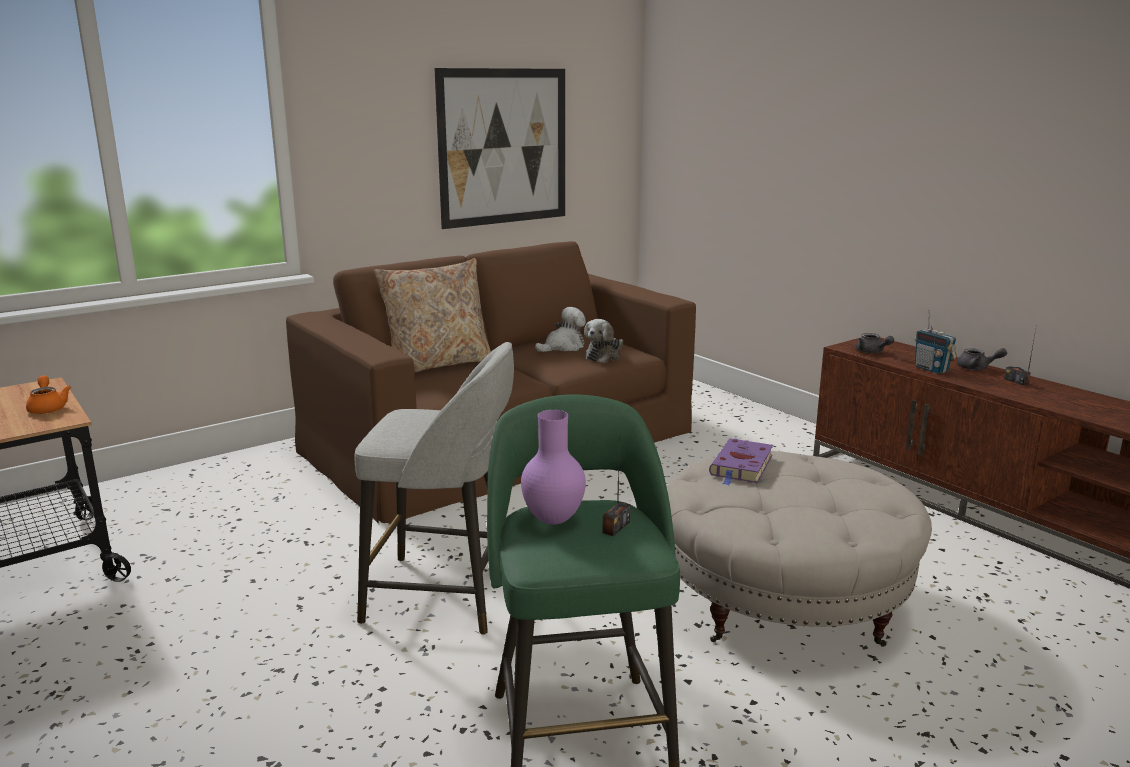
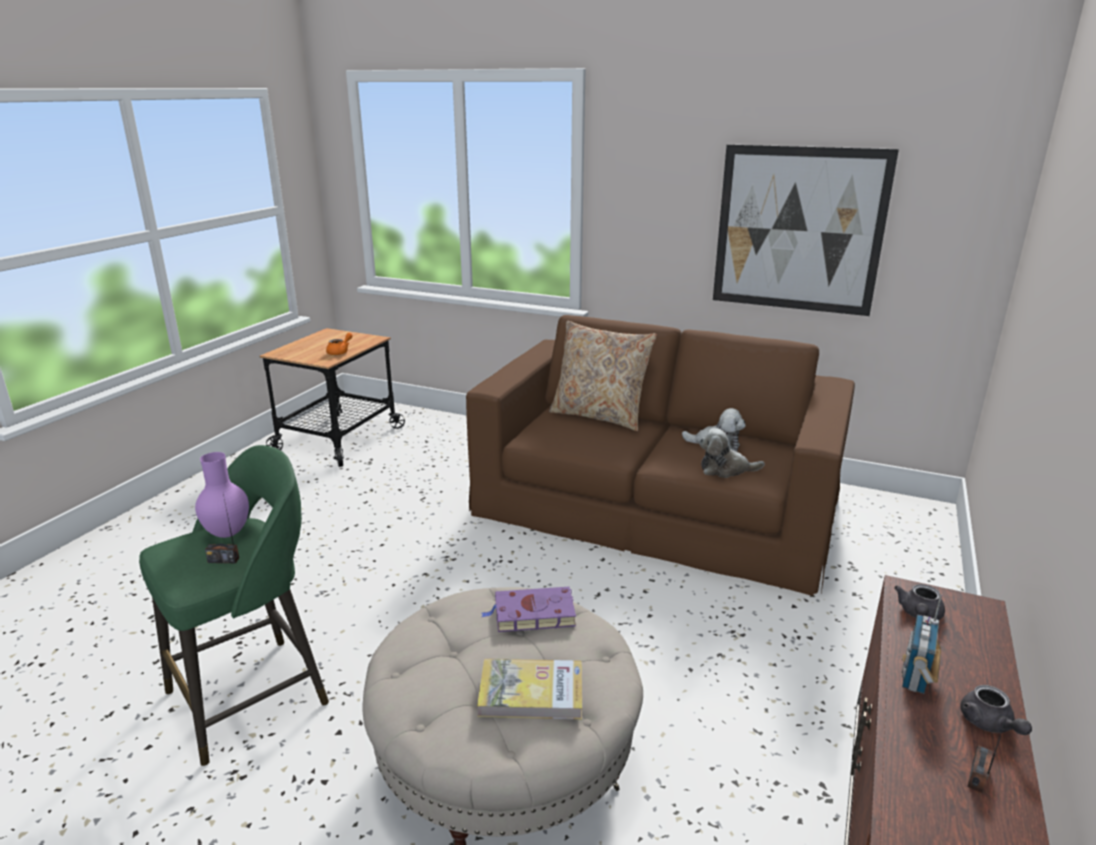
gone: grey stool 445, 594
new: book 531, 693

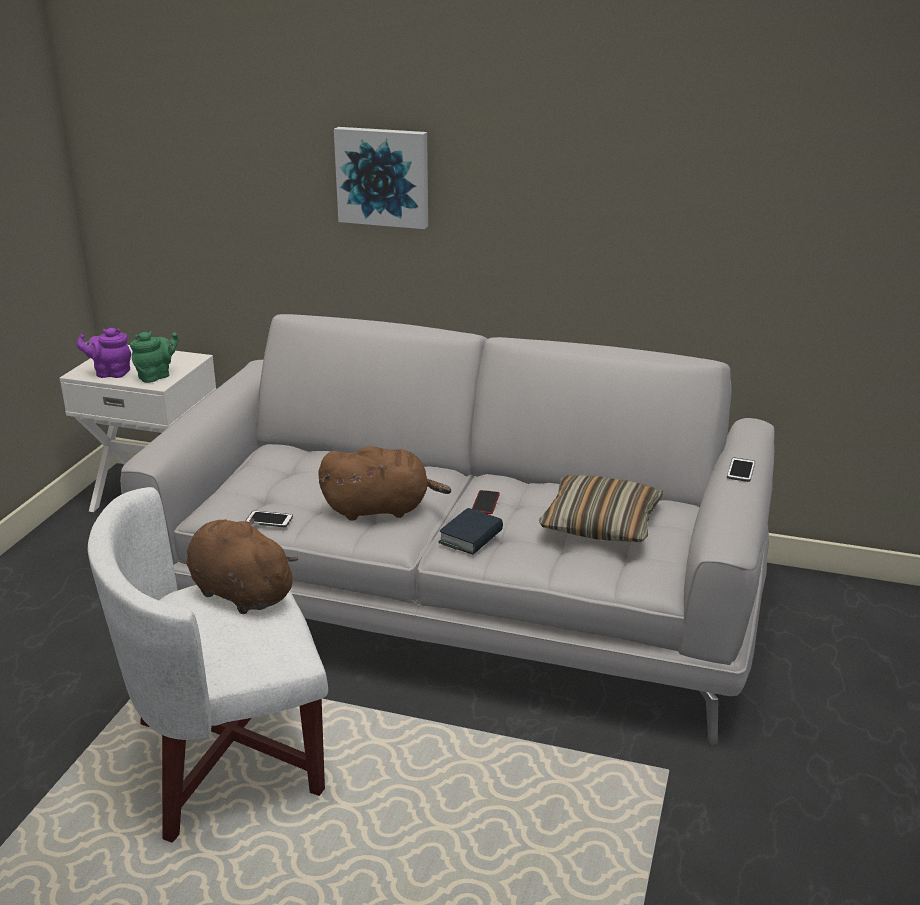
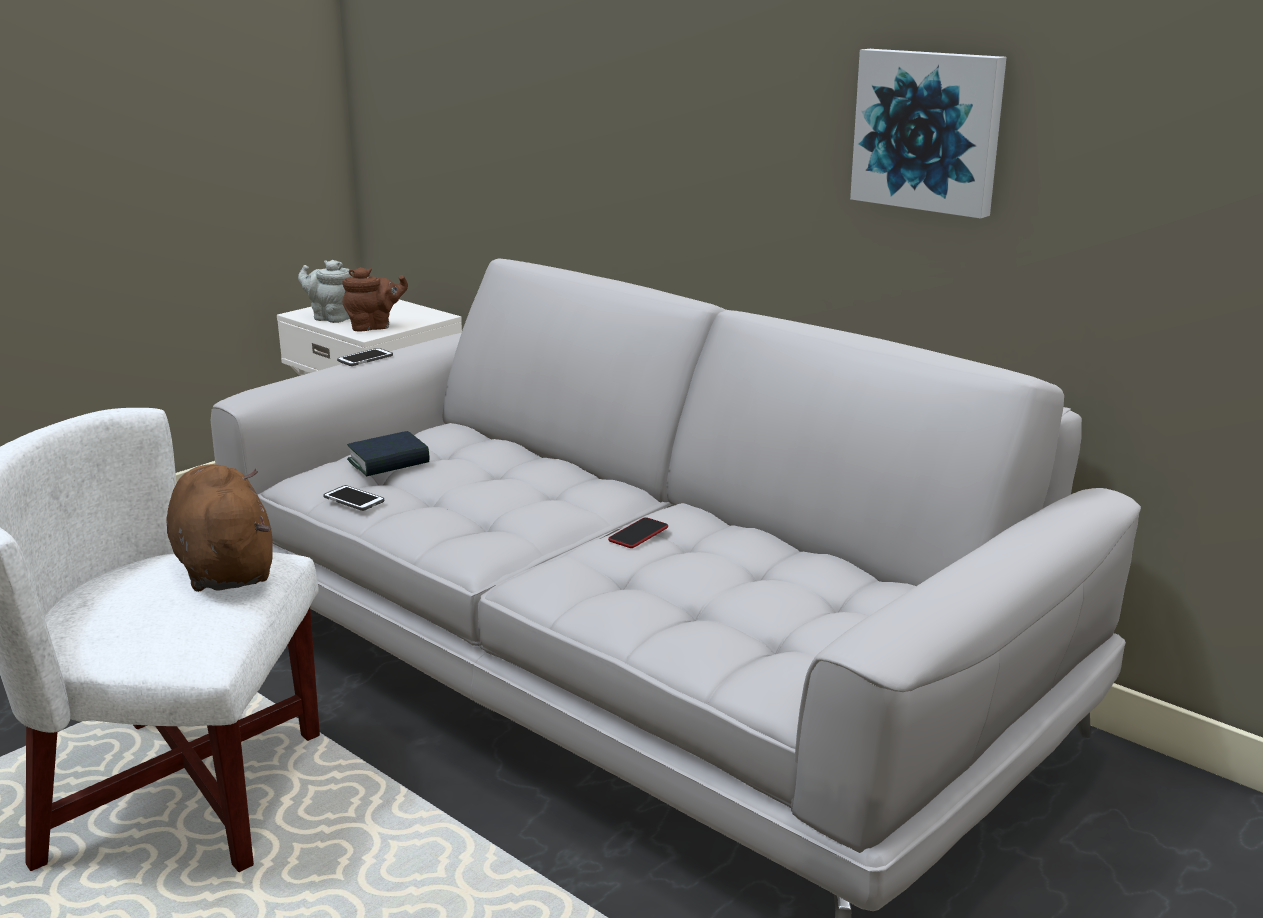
gone: brown plush toy 380, 509; pillow 600, 523
shifted: picture 383, 176 to 929, 131; phone 740, 470 to 365, 358; book 471, 537 to 388, 462
repainted: purple teapot 110, 373 to grey teapot 331, 318; green teapot 156, 376 to brown teapot 374, 327

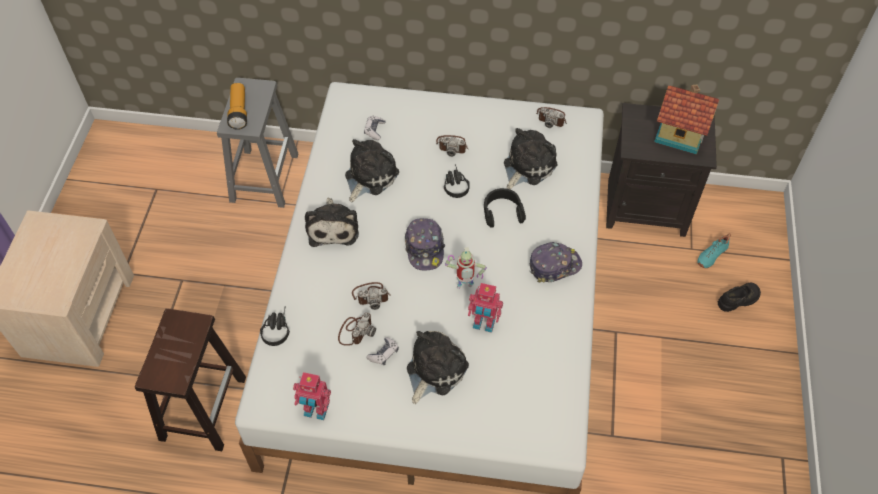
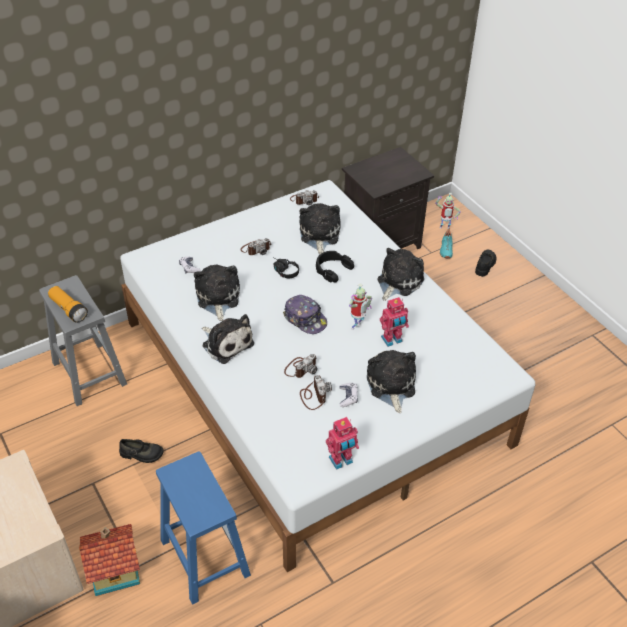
gone: black headphones 276, 328
new: toy robot 444, 228; black shoe 141, 454
shifted: toy house 680, 132 to 114, 569
swapped: cap 554, 265 to plush toy 398, 281
repainted: brown stool 203, 406 to blue stool 204, 556

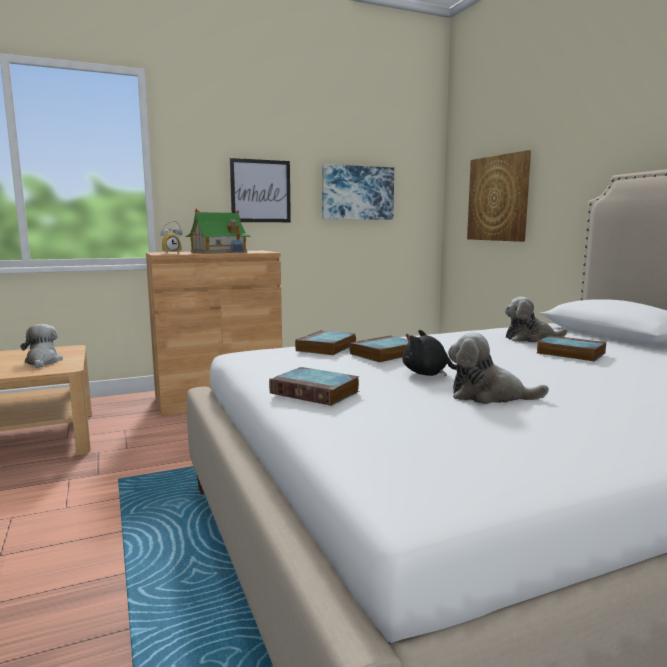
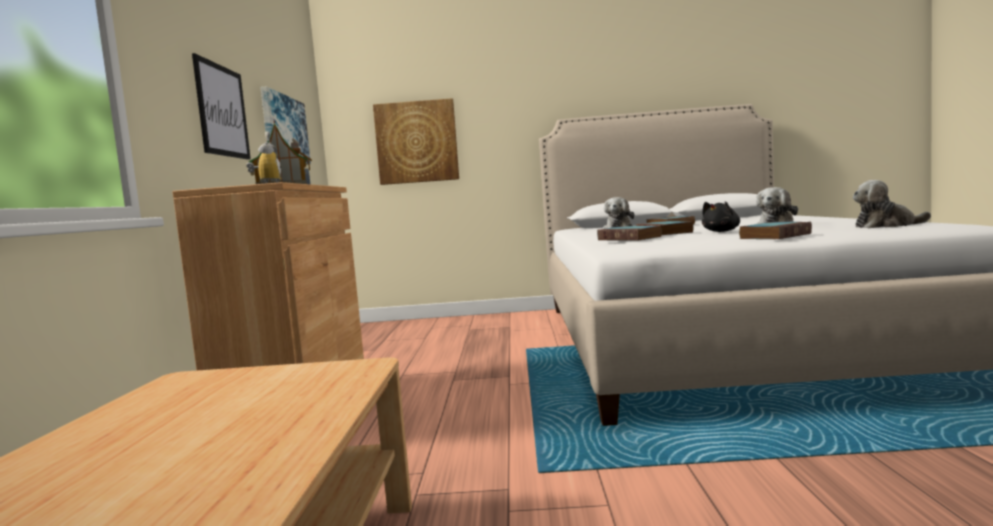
shifted: plush toy 42, 362 to 886, 226

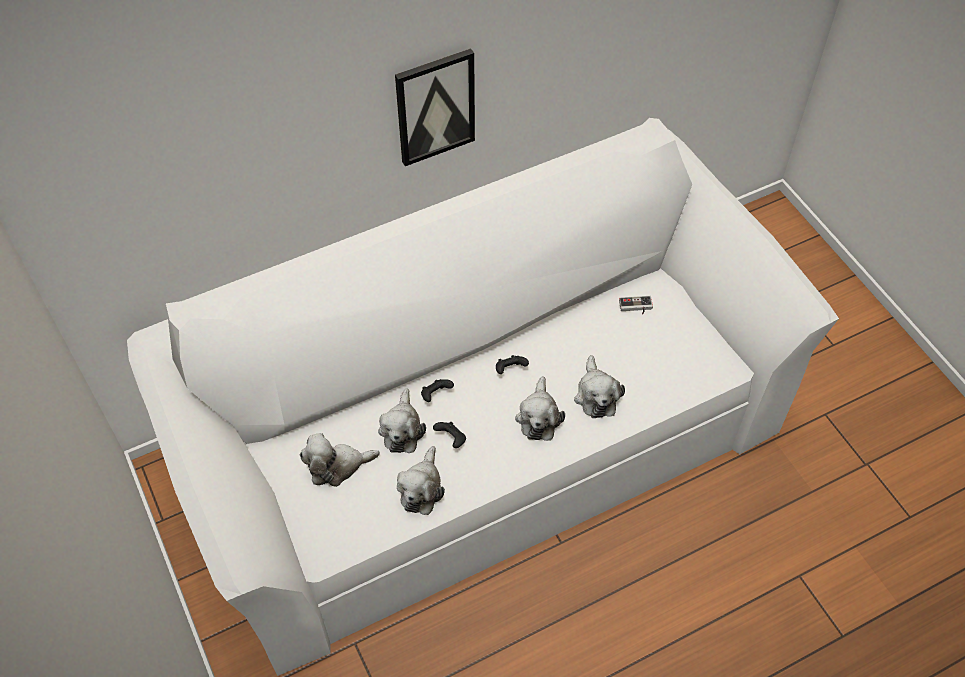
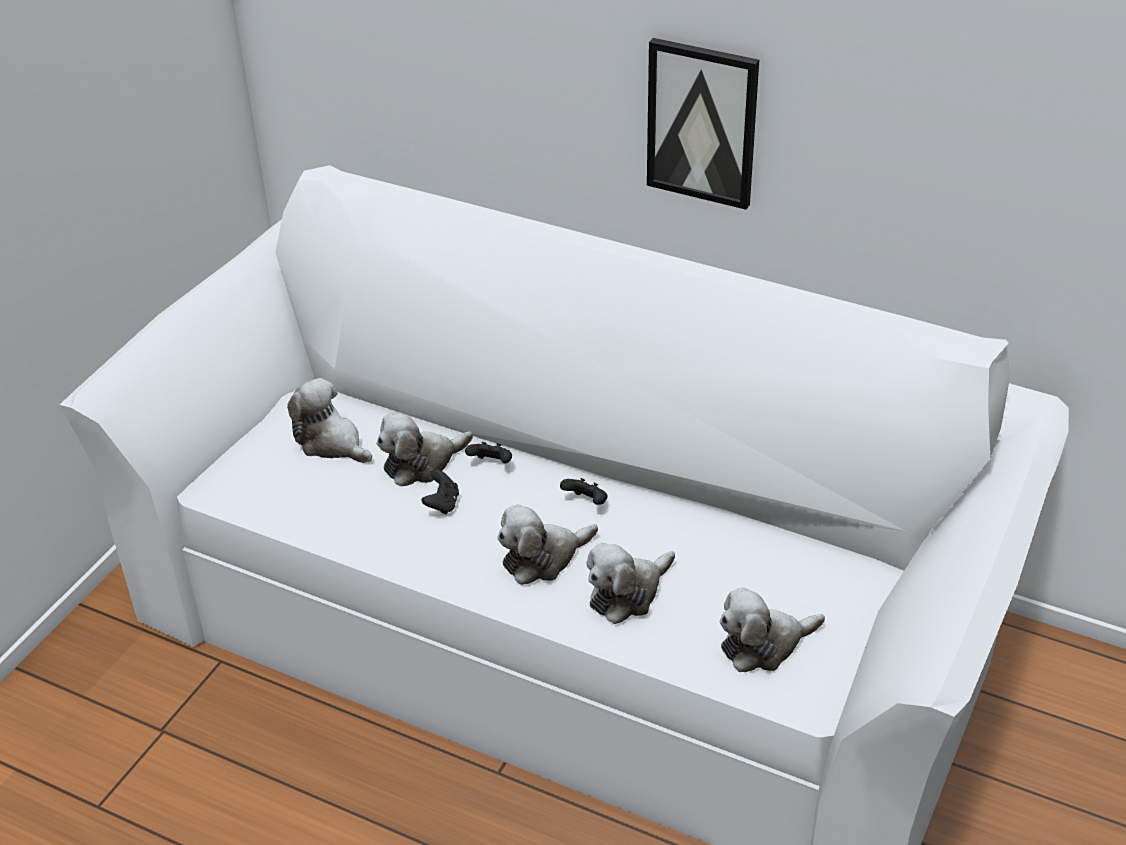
gone: game controller 635, 307
shifted: plush toy 421, 488 to 764, 645

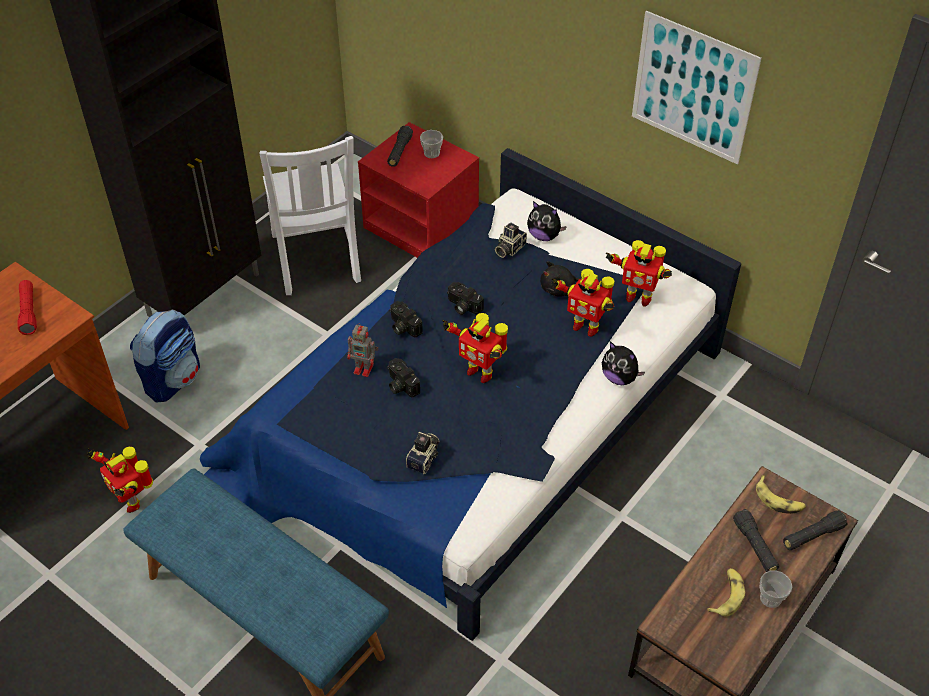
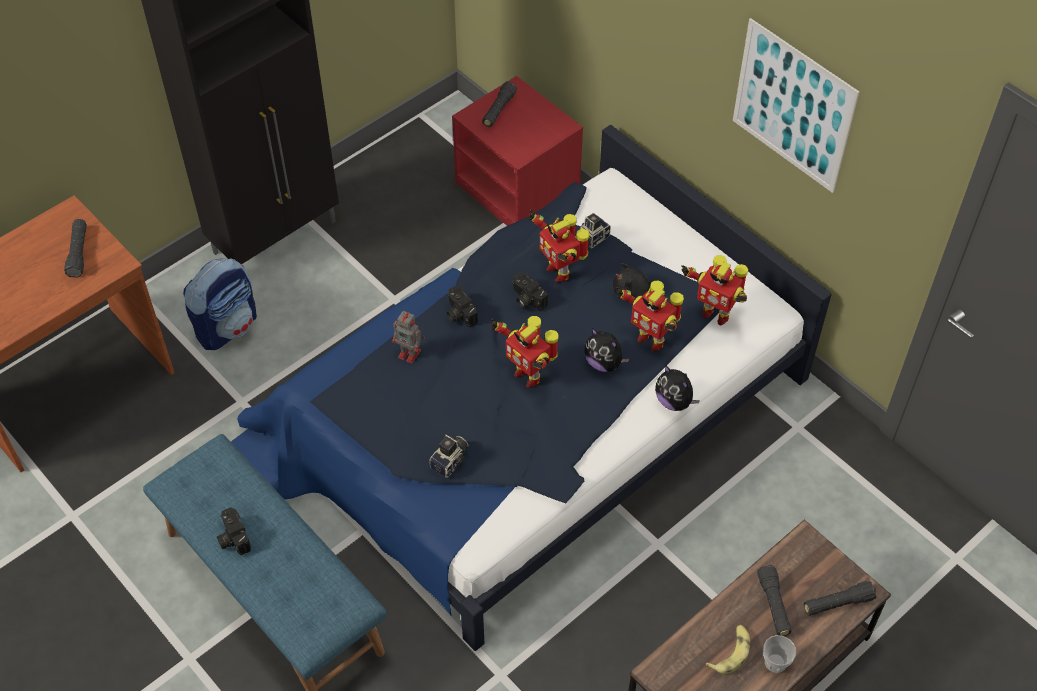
gone: cup 432, 153; white chair 316, 260; banana 779, 500
shifted: plush toy 544, 236 to 604, 363; photo camera 400, 385 to 232, 537; toy robot 131, 500 to 559, 271
repainted: red flashlight 28, 312 to black flashlight 78, 253

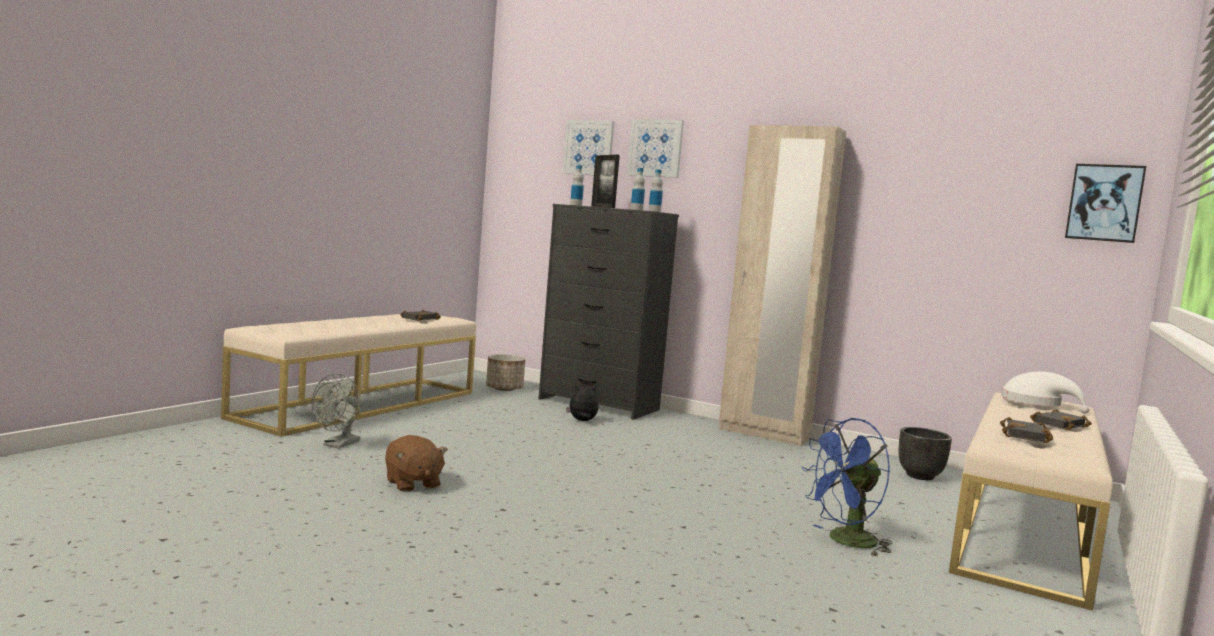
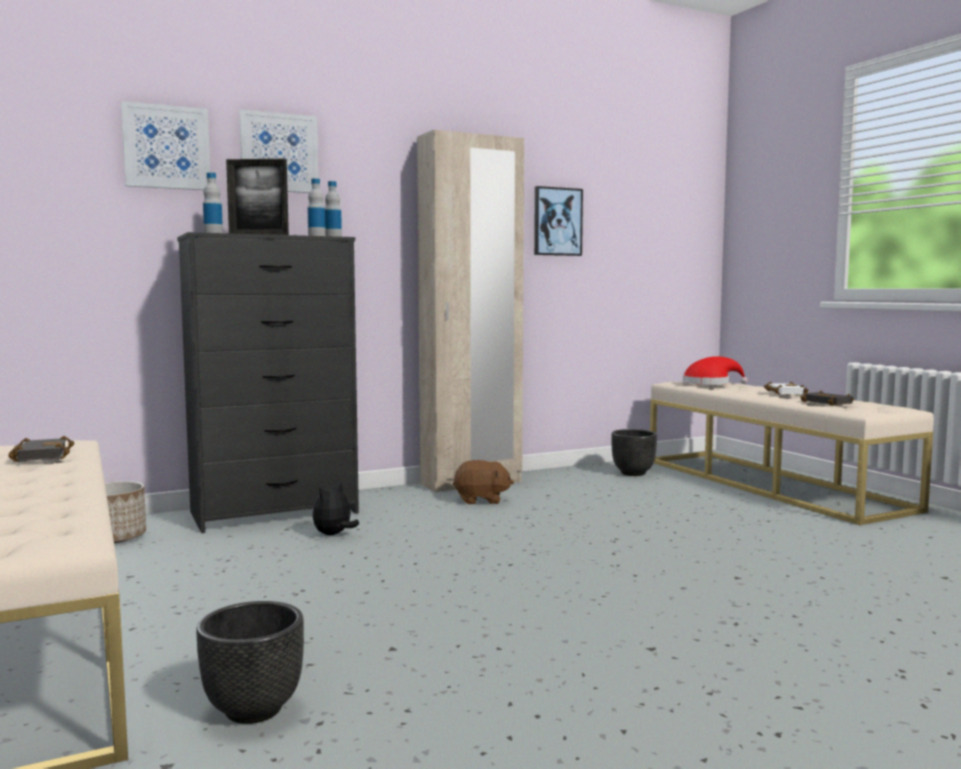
gone: blue fan 845, 542
shifted: picture 1104, 203 to 557, 221; brown plush toy 412, 484 to 481, 500
swapped: grey fan 338, 445 to black planter 254, 709
repainted: white hat 1036, 403 to red hat 709, 384; black book 1058, 424 to white book 783, 392

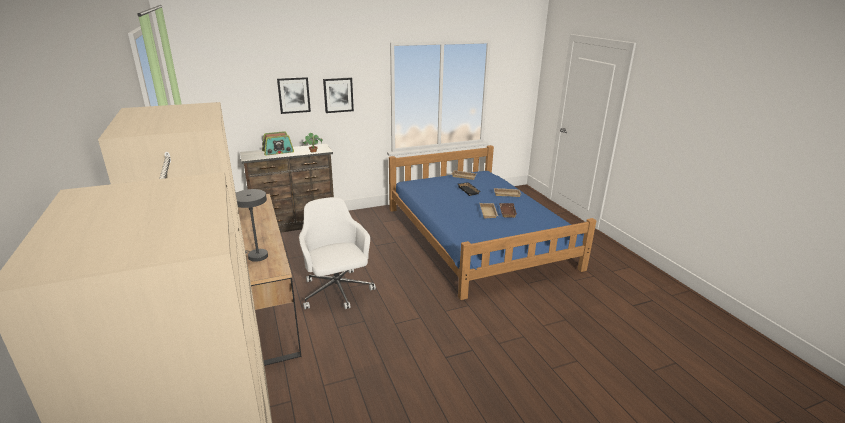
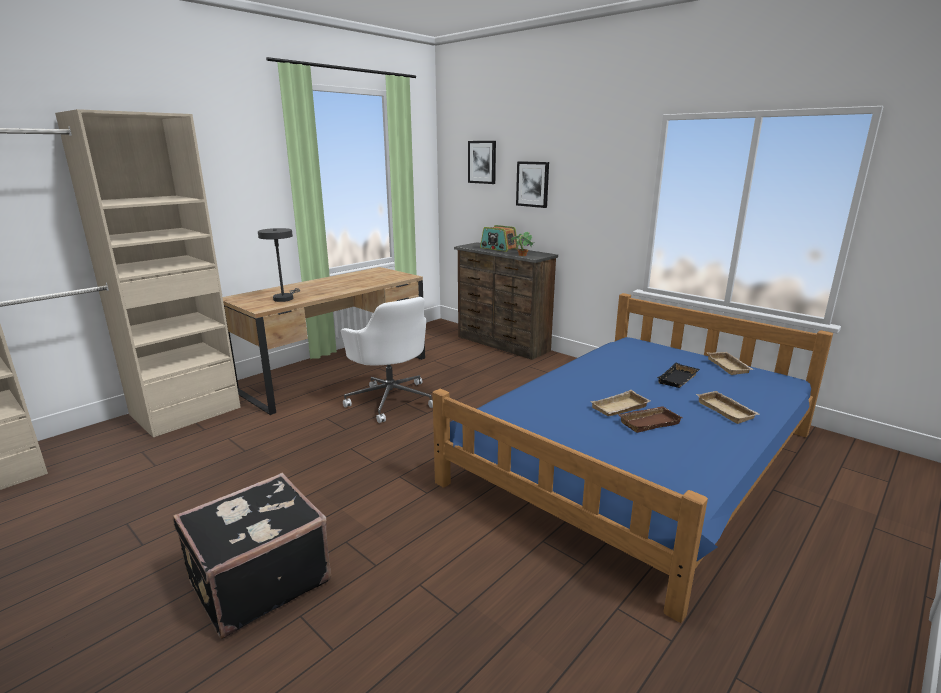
new: black suitcase 258, 580
shifted: picture 338, 95 to 482, 162
rotated: white office chair 337, 292 = 391, 400 105 degrees clockwise

